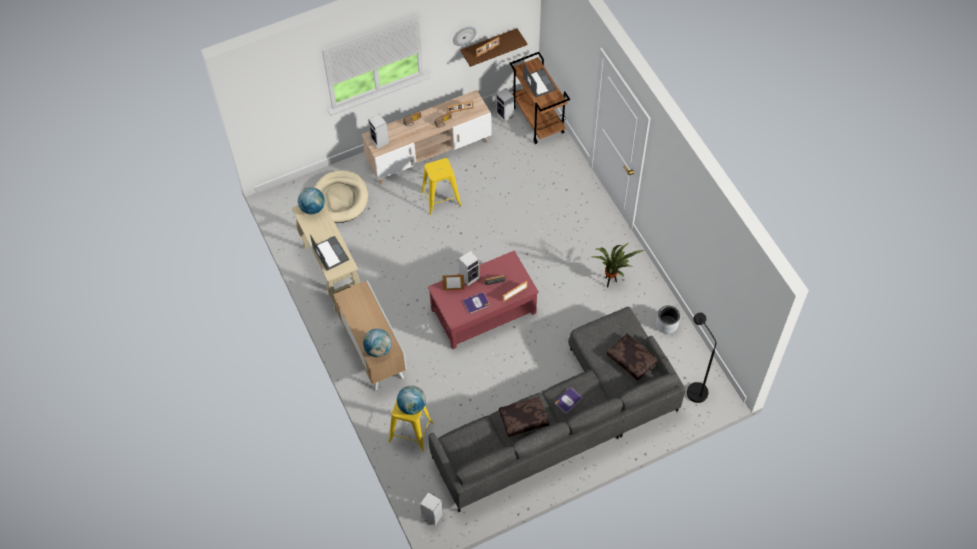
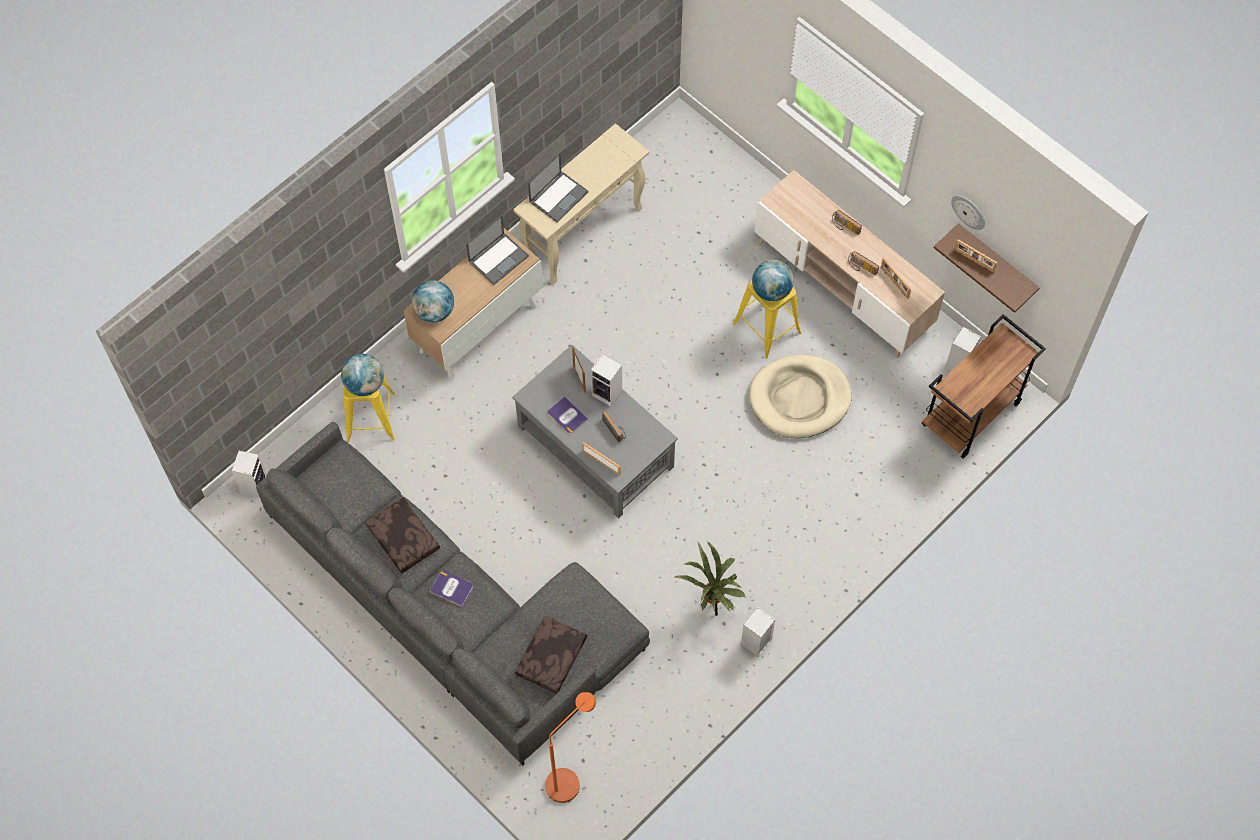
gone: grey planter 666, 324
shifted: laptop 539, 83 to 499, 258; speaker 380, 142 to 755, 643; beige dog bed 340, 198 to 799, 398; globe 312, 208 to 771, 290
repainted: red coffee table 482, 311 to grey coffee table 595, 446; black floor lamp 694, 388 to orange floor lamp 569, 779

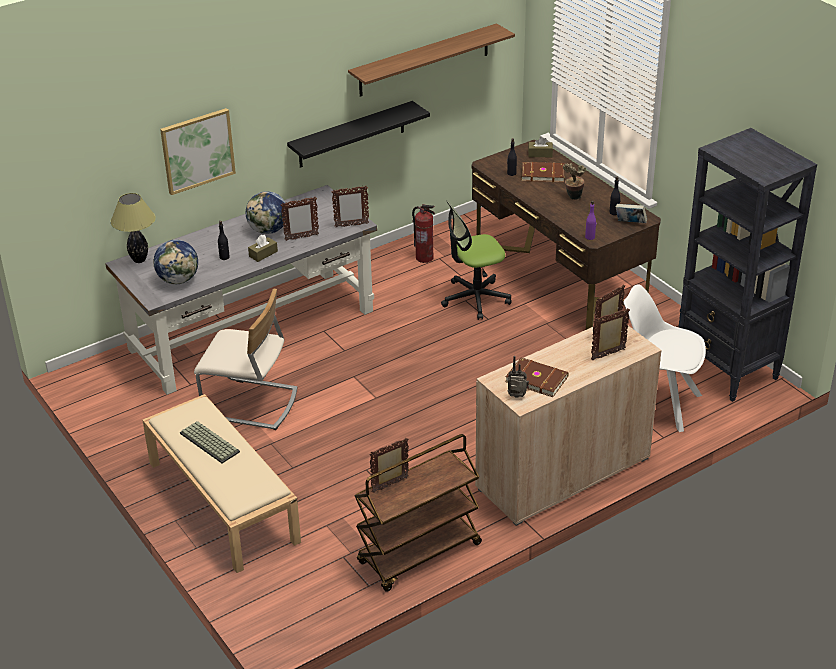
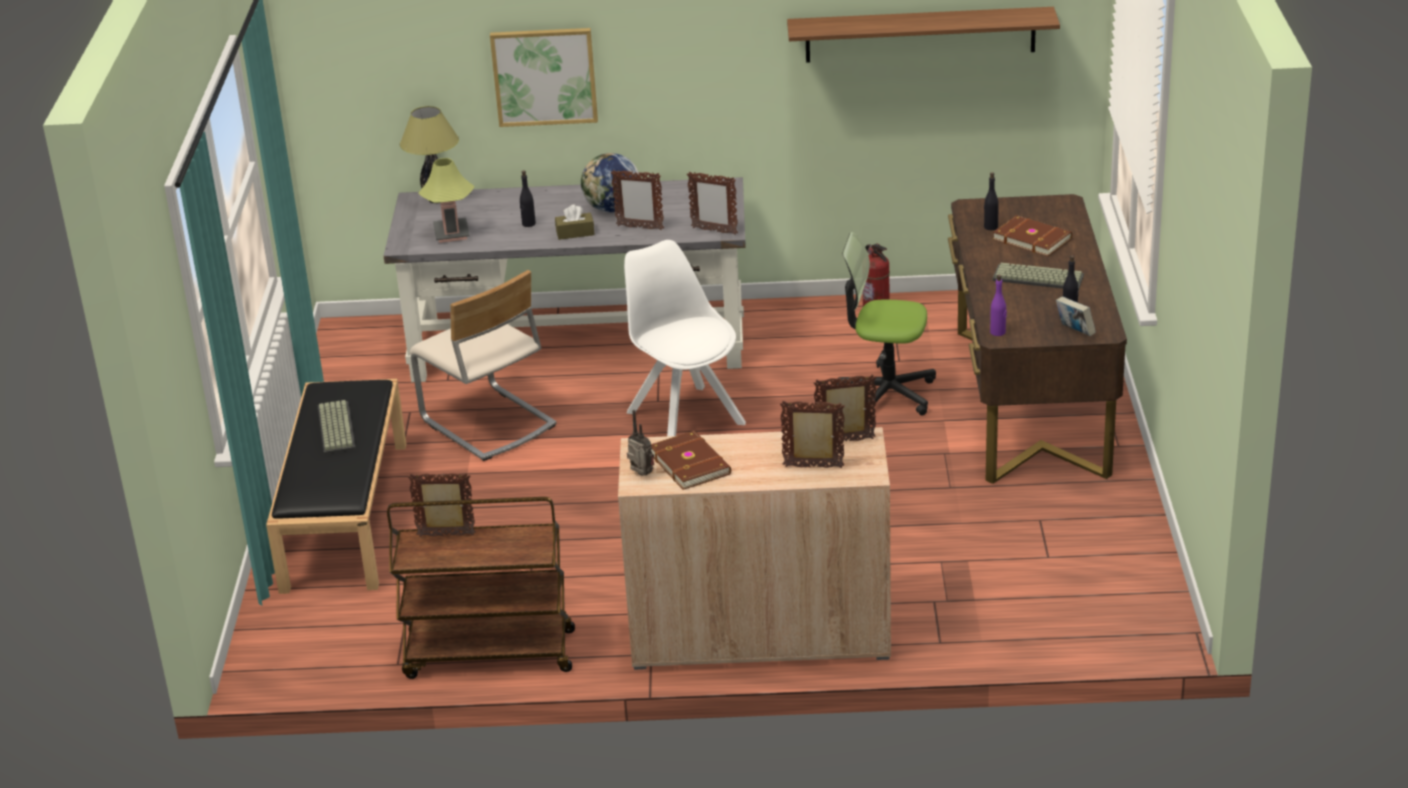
gone: black shelf 351, 135; black bookcase 727, 370; brown tissue box 540, 154
shifted: white chair 658, 403 to 684, 416
swapped: potted plant 573, 197 to keyboard 1036, 278; globe 178, 280 to table lamp 451, 233
repainted: beige bench 221, 501 to black bench 344, 514

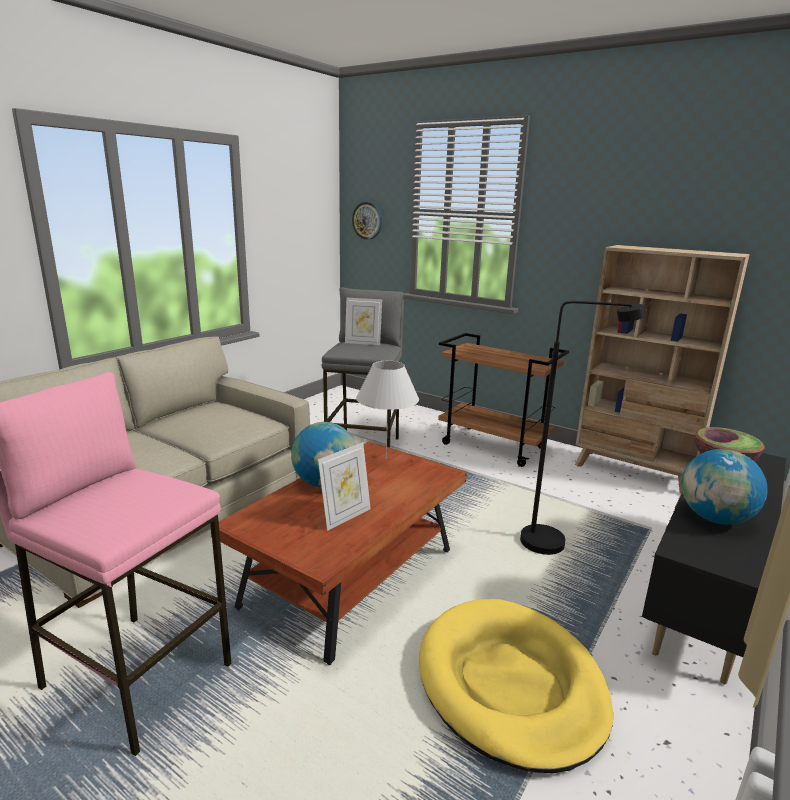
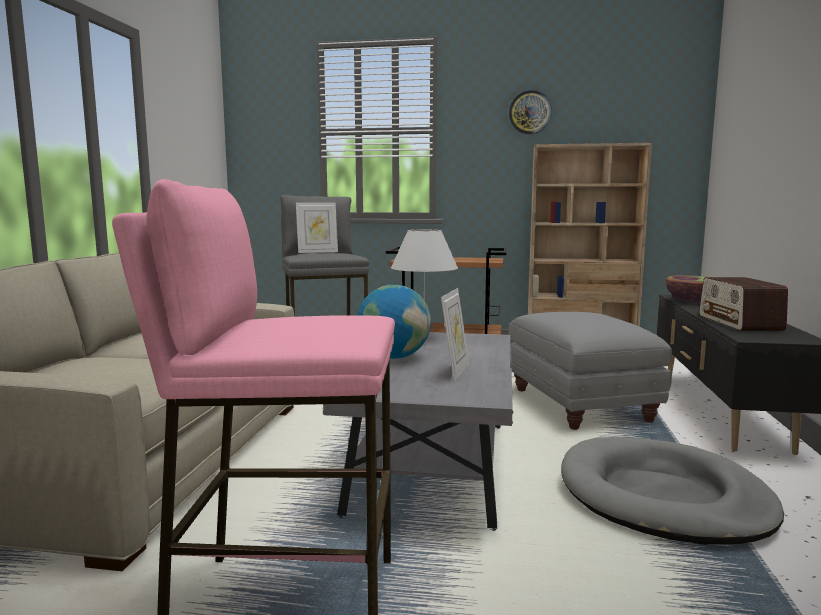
shifted: wall clock 367, 220 to 530, 112
swapped: black floor lamp 555, 543 to grey ottoman 578, 404; globe 715, 518 to radio 739, 323
repainted: brown coffee table 351, 579 to grey coffee table 433, 466; yellow dog bed 510, 684 to grey dog bed 662, 497

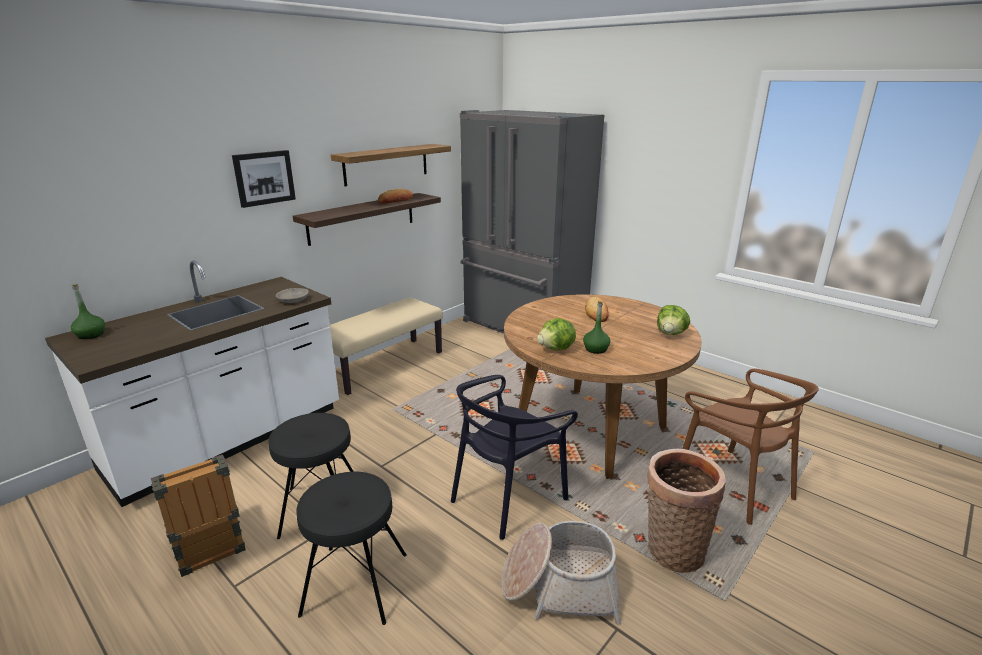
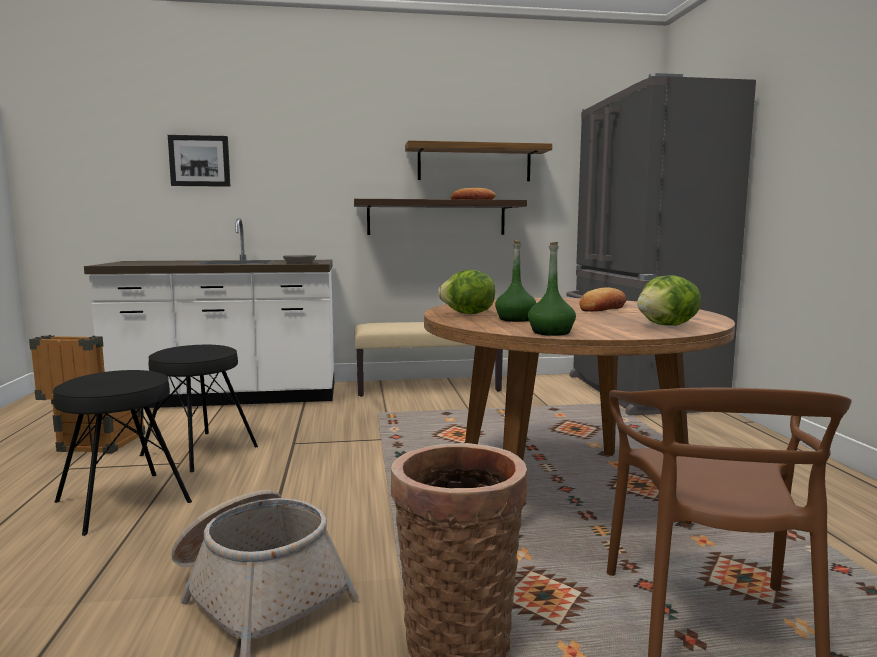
gone: black chair 507, 497
shifted: picture 264, 178 to 200, 161; green bottle 90, 335 to 550, 332

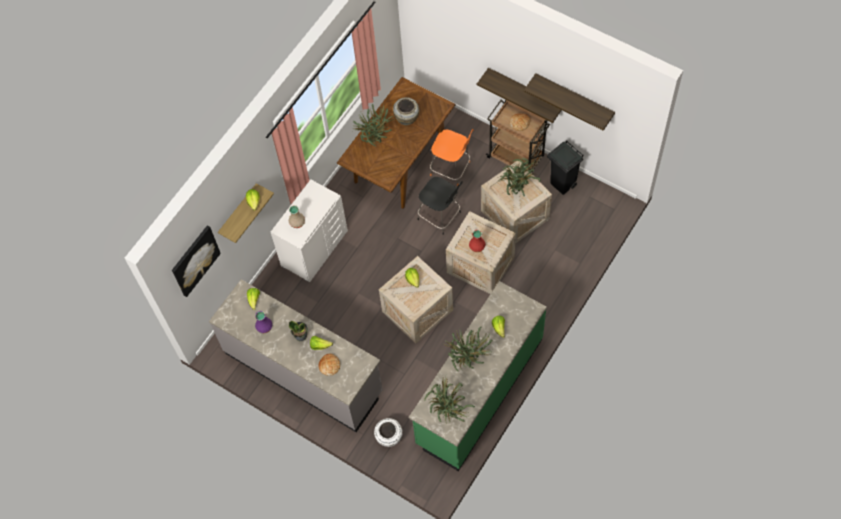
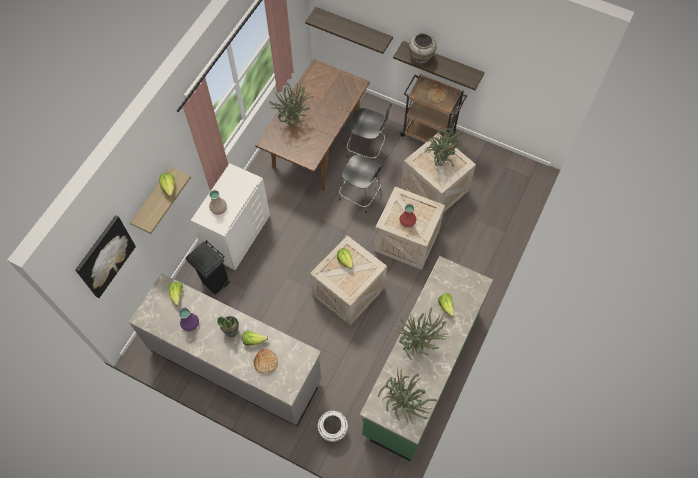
shifted: shelf 574, 98 to 353, 28; beige vase 407, 119 to 420, 58; black trash can 563, 184 to 215, 283
repainted: orange chair 451, 169 to black chair 367, 149

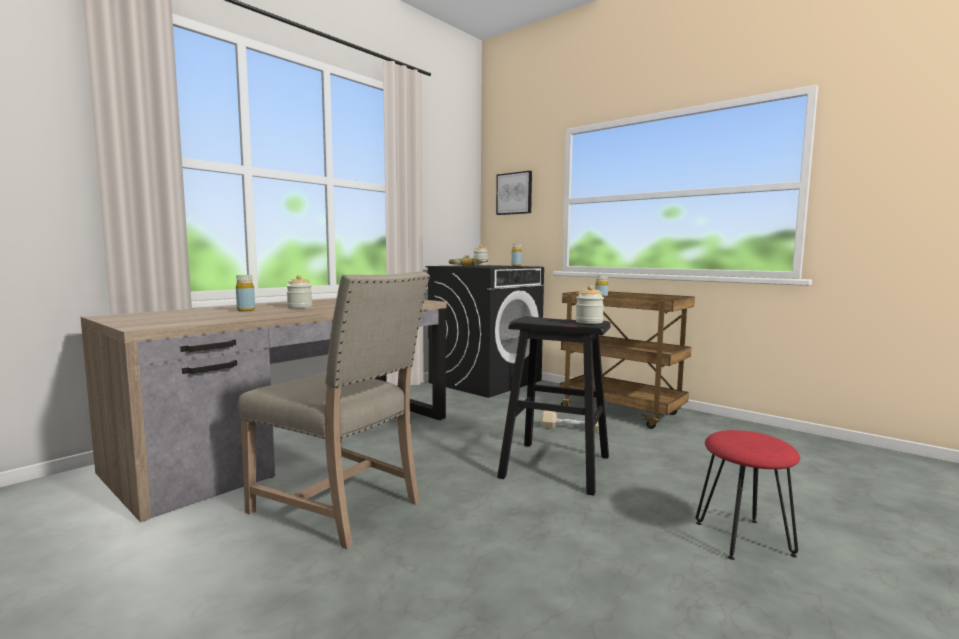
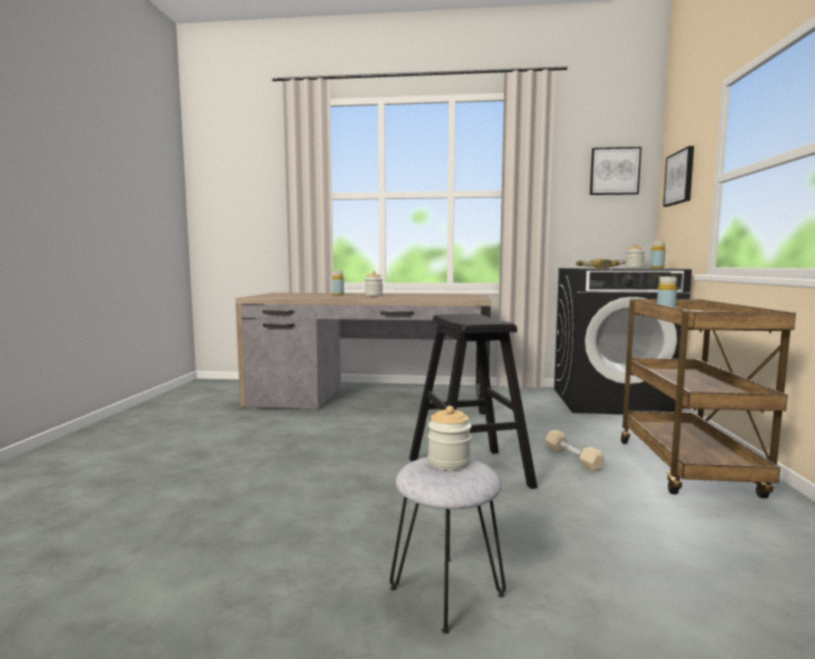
gone: beige chair 341, 506
new: picture 614, 171
shifted: jar 589, 322 to 449, 462
repainted: red stool 744, 538 to grey stool 447, 592

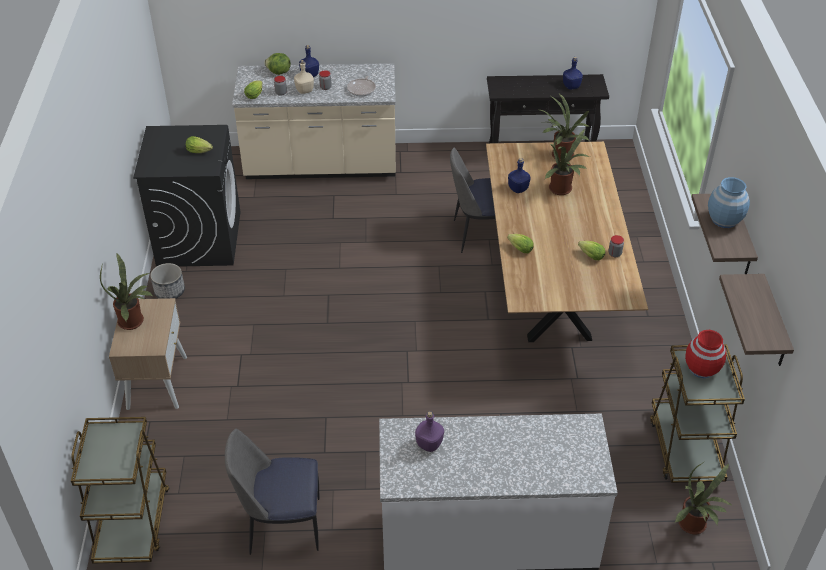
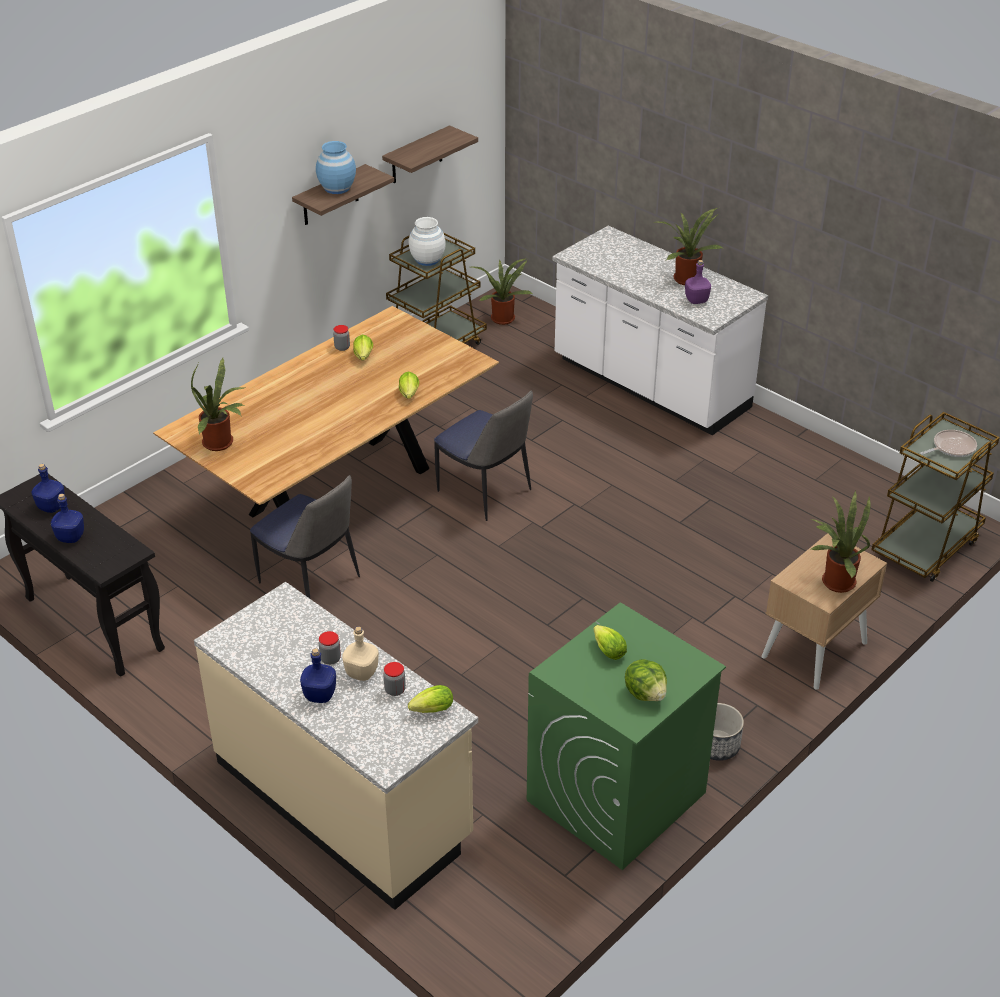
shifted: lettuce 279, 72 to 646, 693; frying pan 362, 88 to 951, 447; potted plant 562, 190 to 686, 278; blue bottle 518, 189 to 71, 537; chair 282, 525 to 486, 492
repainted: black washing machine 199, 238 to green washing machine 616, 797; red vase 702, 369 to white vase 427, 259

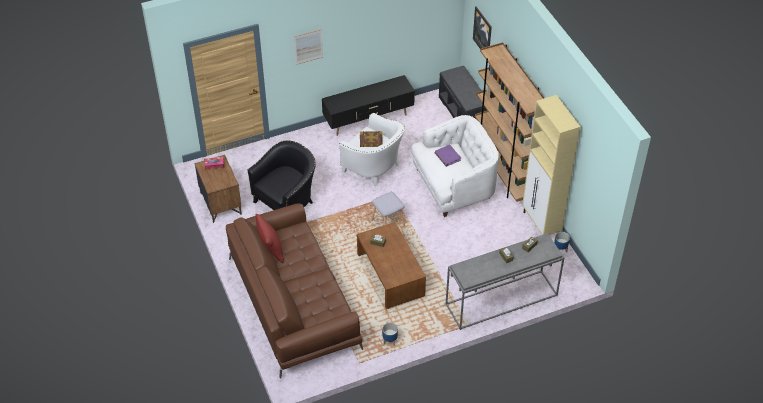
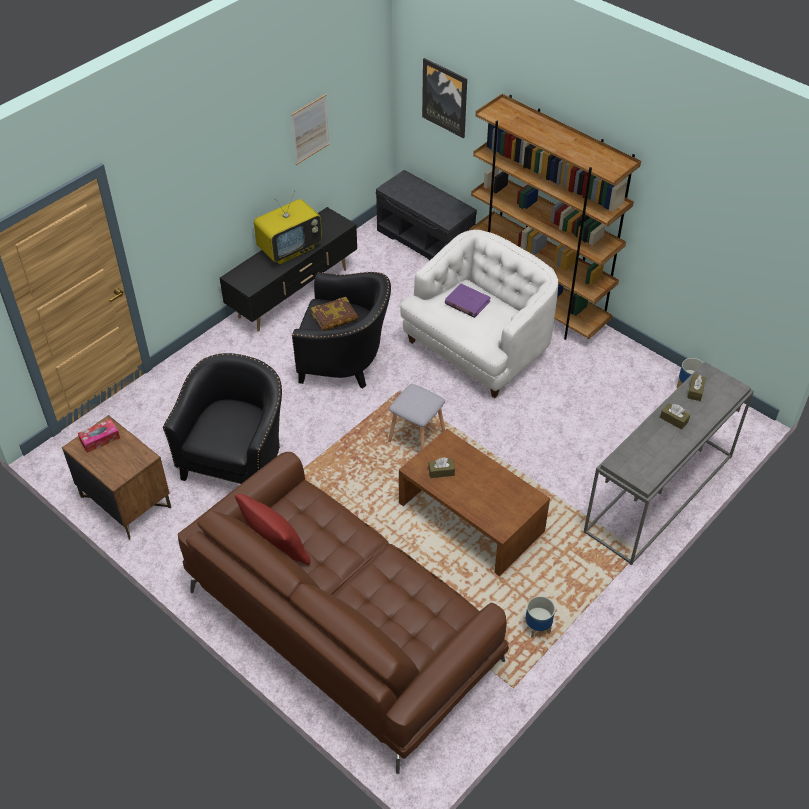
gone: beige cabinet 541, 225
new: television 290, 249
shifted: picture 308, 46 to 310, 129
repainted: white armchair 374, 168 to black armchair 345, 361

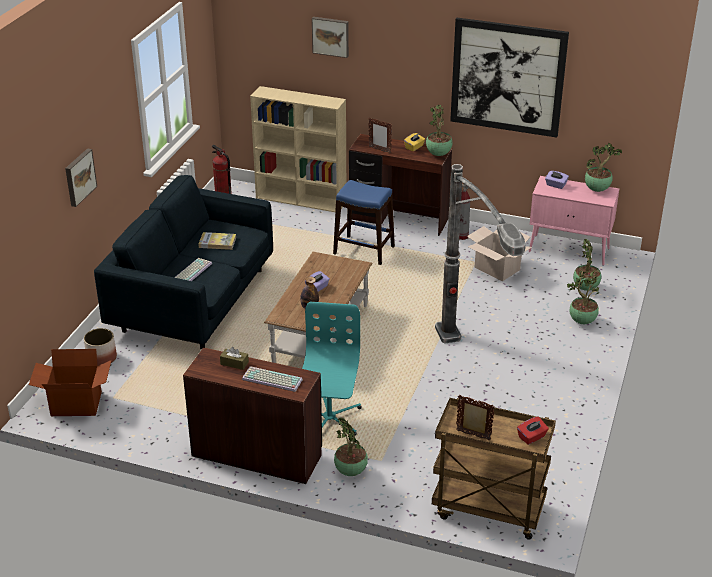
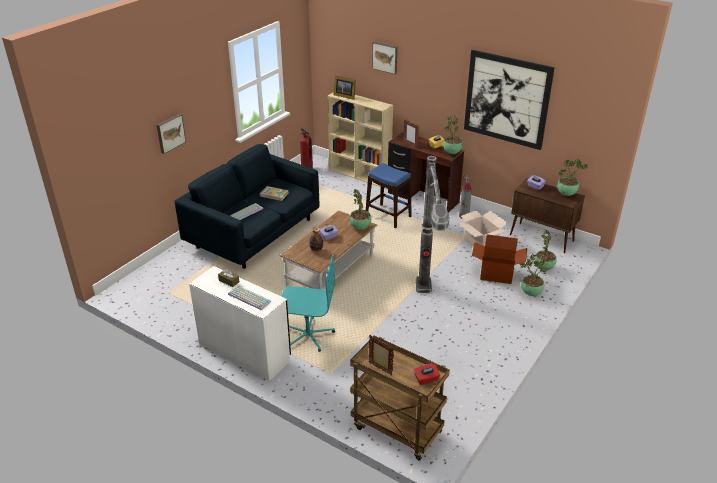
gone: planter 101, 358
new: picture frame 344, 96
shifted: cardboard box 76, 404 to 496, 274; potted plant 351, 472 to 360, 228
repainted: pink cabinet 569, 250 to brown cabinet 542, 238; brown desk 257, 454 to white desk 245, 351
rotated: turquoise office chair 328, 419 = 307, 335 75 degrees clockwise

